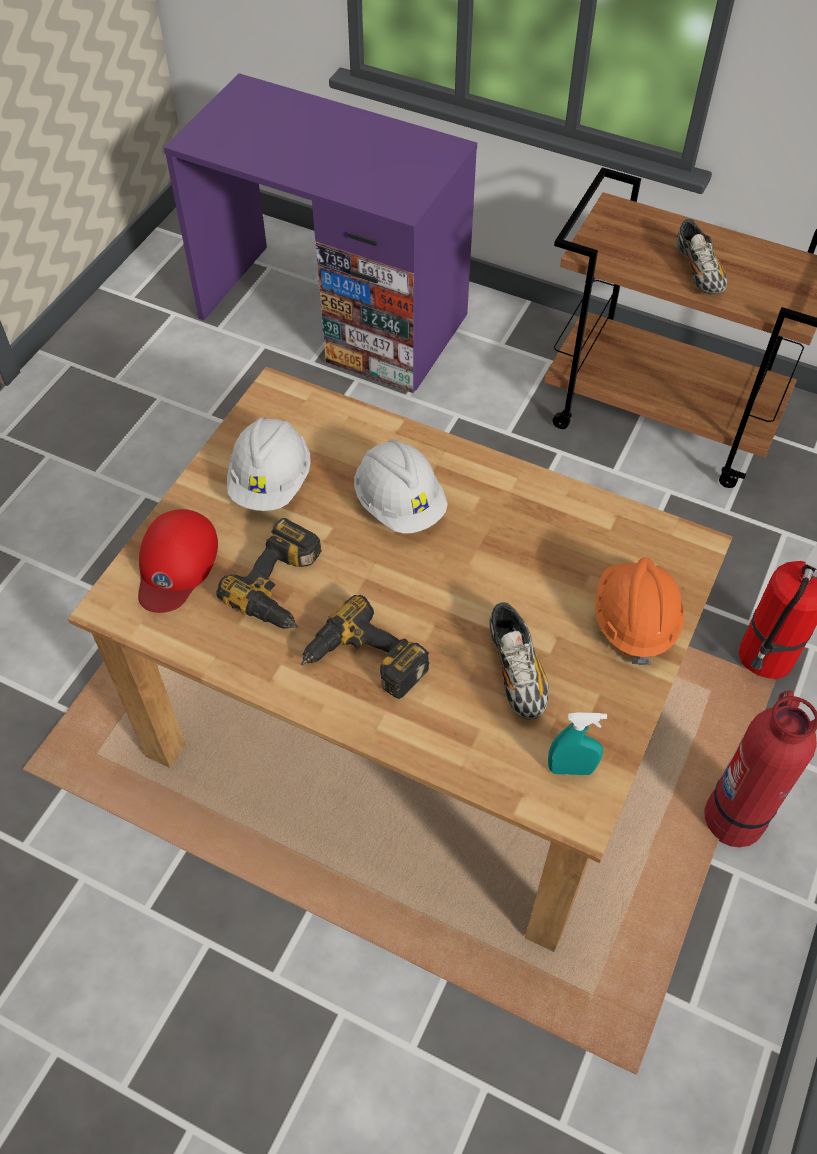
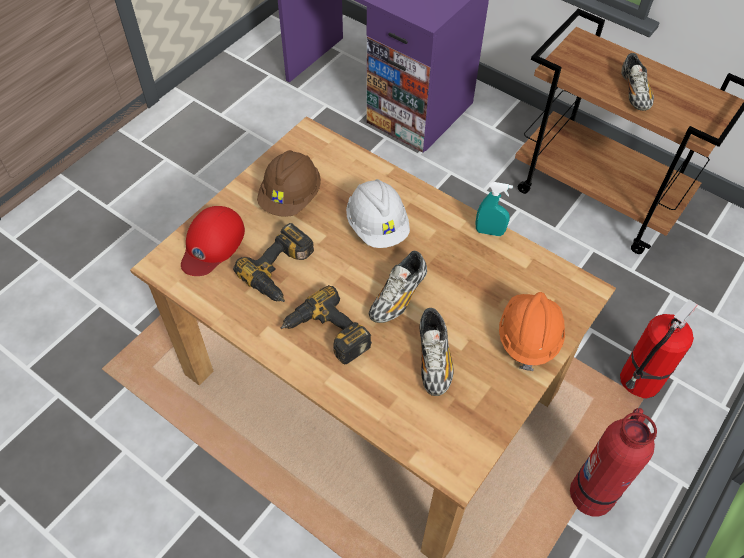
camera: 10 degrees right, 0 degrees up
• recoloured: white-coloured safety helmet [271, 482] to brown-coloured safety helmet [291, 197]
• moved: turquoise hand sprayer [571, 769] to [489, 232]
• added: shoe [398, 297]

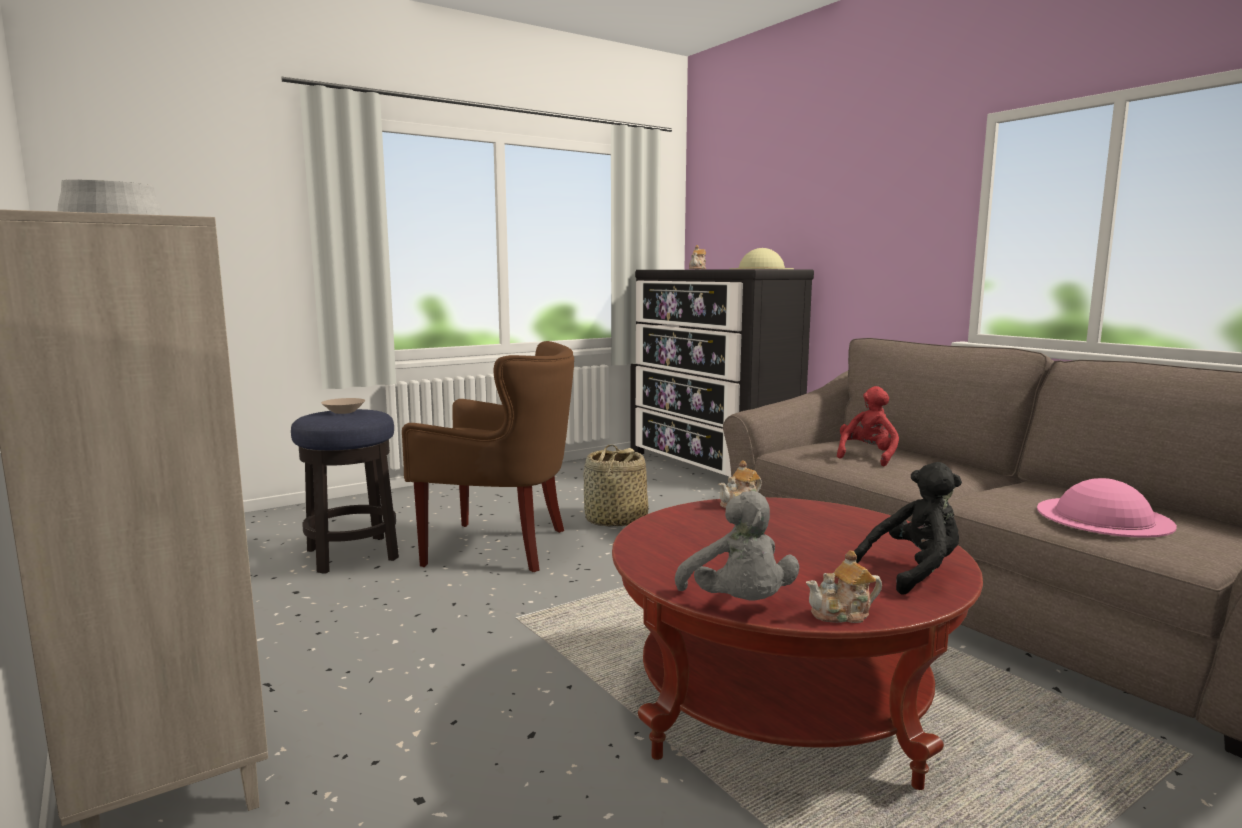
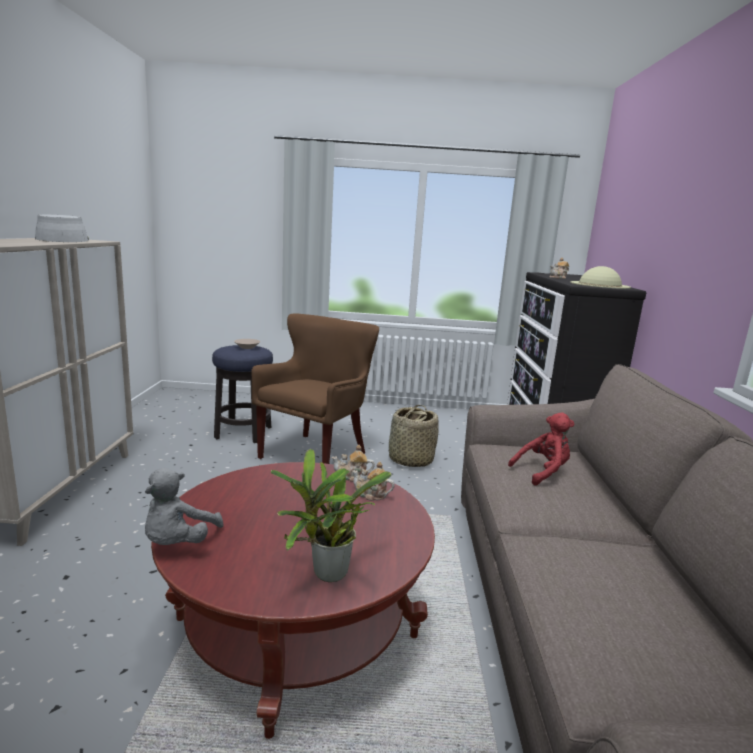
camera: 35 degrees right, 5 degrees up
• turned: brown-coloured lounge chair [500, 548] = [316, 455] 105 degrees counterclockwise
• replaced: black soft toy [913, 572] to plant in a pot [326, 576]
• removed: pinkish clothing hat [1104, 517]
• moved: pot for tea [843, 614] to [371, 494]

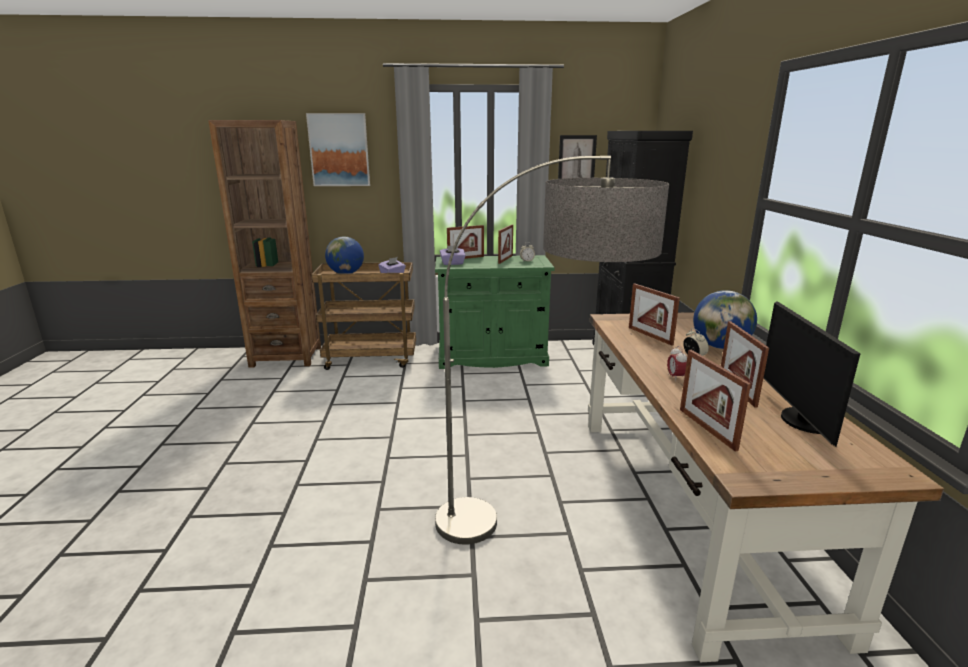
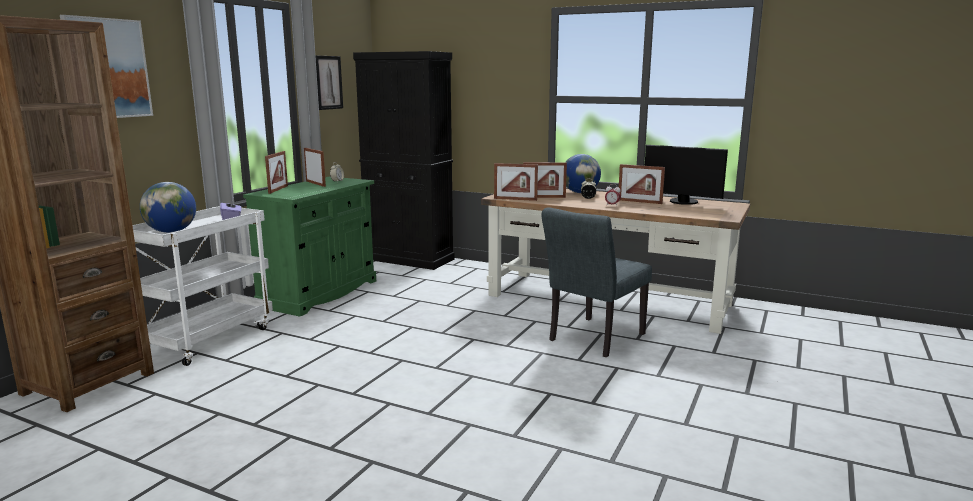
camera: 60 degrees left, 5 degrees down
• replaced: standing lamp [541, 531] to greyish chair [592, 339]
• removed: purple-coloured tissue holder [452, 263]
• recoloured: brown-coloured cart [372, 359] to white-coloured cart [209, 339]
• moved: picture frame [707, 429] to [515, 199]

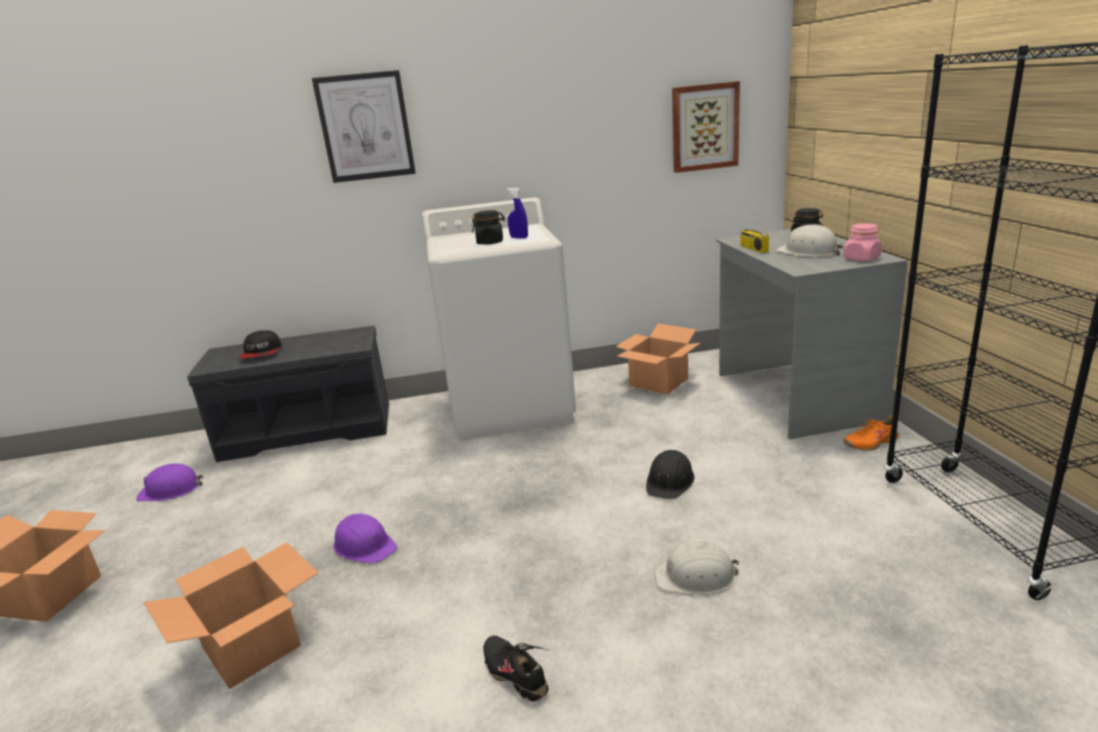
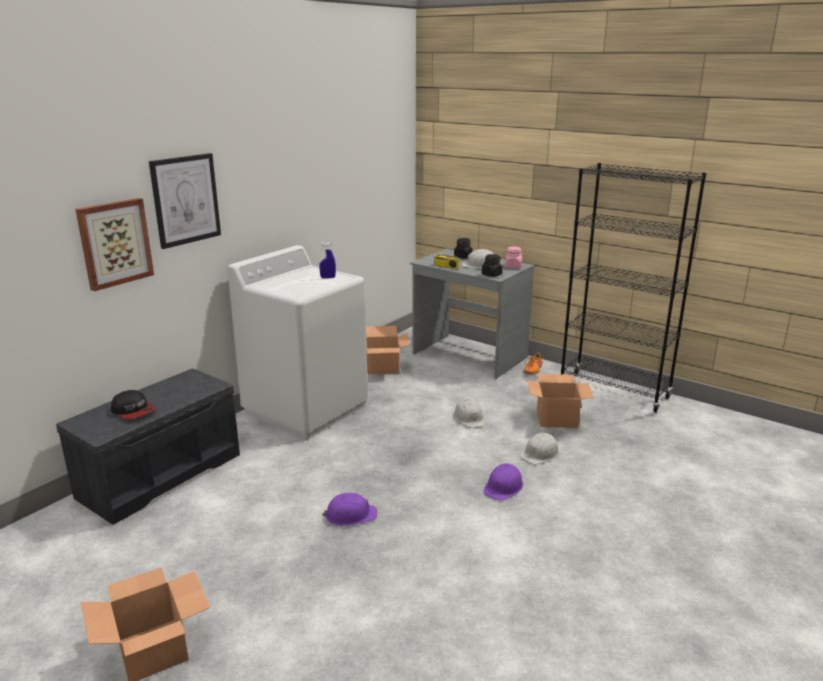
camera: 45 degrees left, 0 degrees up
• moved: wall picture [704, 127] to [115, 243]
• moved: black preserve jar [490, 242] to [491, 275]
• recoloured: black safety helmet [670, 481] to white-coloured safety helmet [469, 418]
• moved: purple-coloured safety helmet [171, 490] to [503, 487]
• moved: packing box [250, 646] to [556, 419]
• removed: black shoe [516, 673]

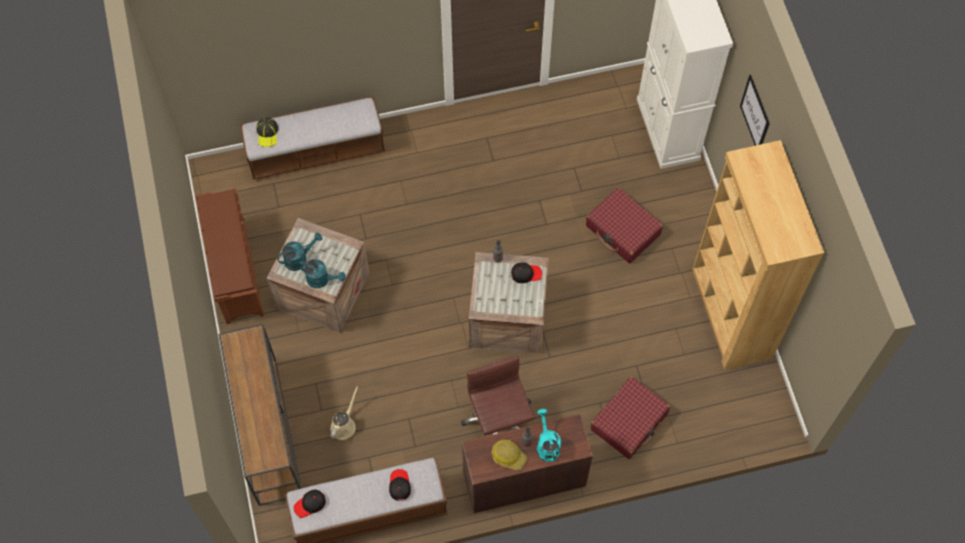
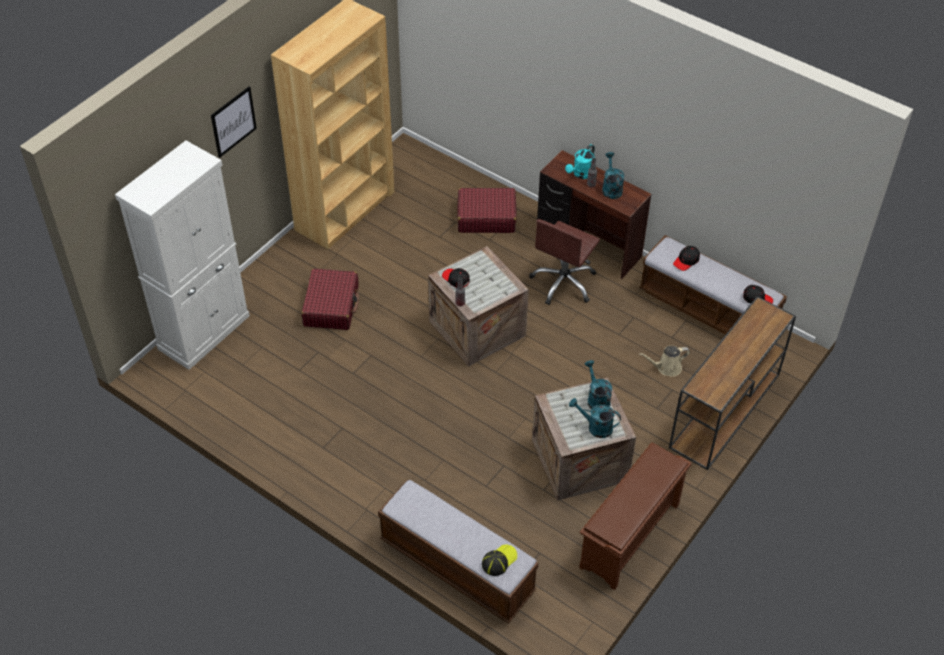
camera: 130 degrees left, 15 degrees down
• replaced: safety helmet [508, 456] to turquoise watering can [611, 188]

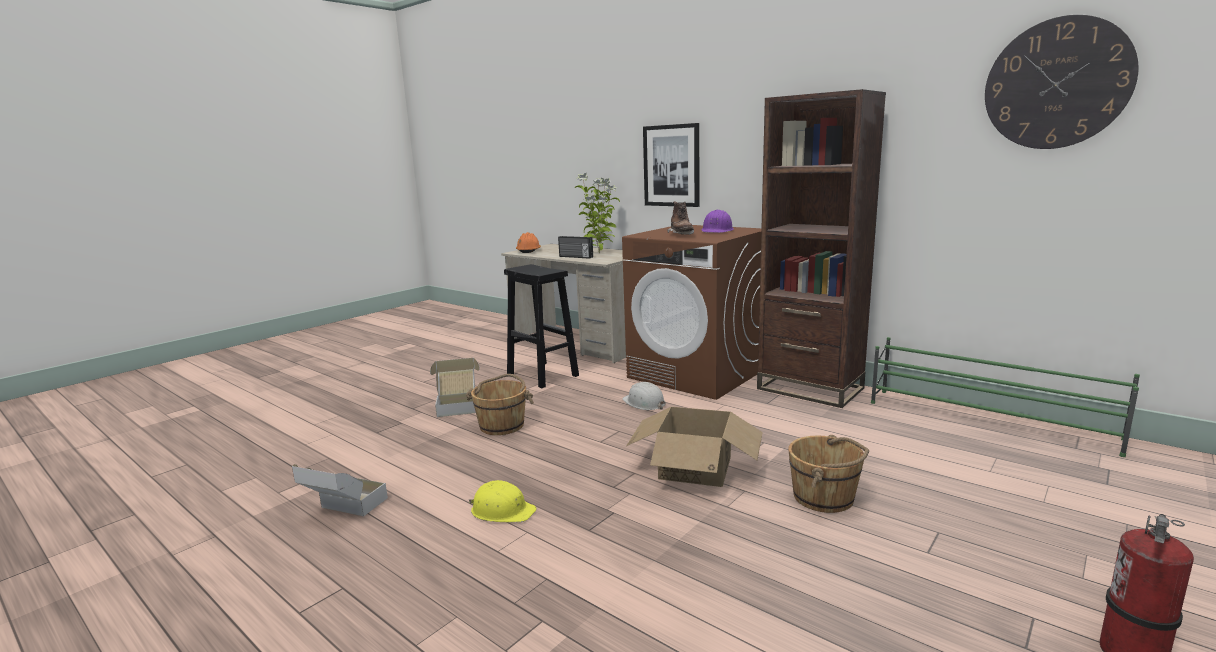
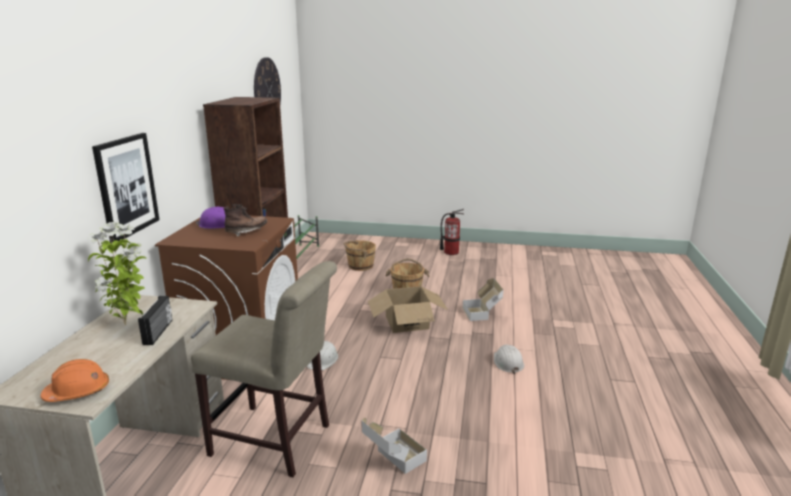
camera: 120 degrees left, 5 degrees up
• replaced: black stool seat [541, 374] to beige-coloured chair [276, 441]
• moved: brown-coloured pail [502, 425] to [360, 266]
• moved: packing box [344, 510] to [482, 313]
• recoloured: yellow safety helmet [502, 510] to white-coloured safety helmet [508, 362]

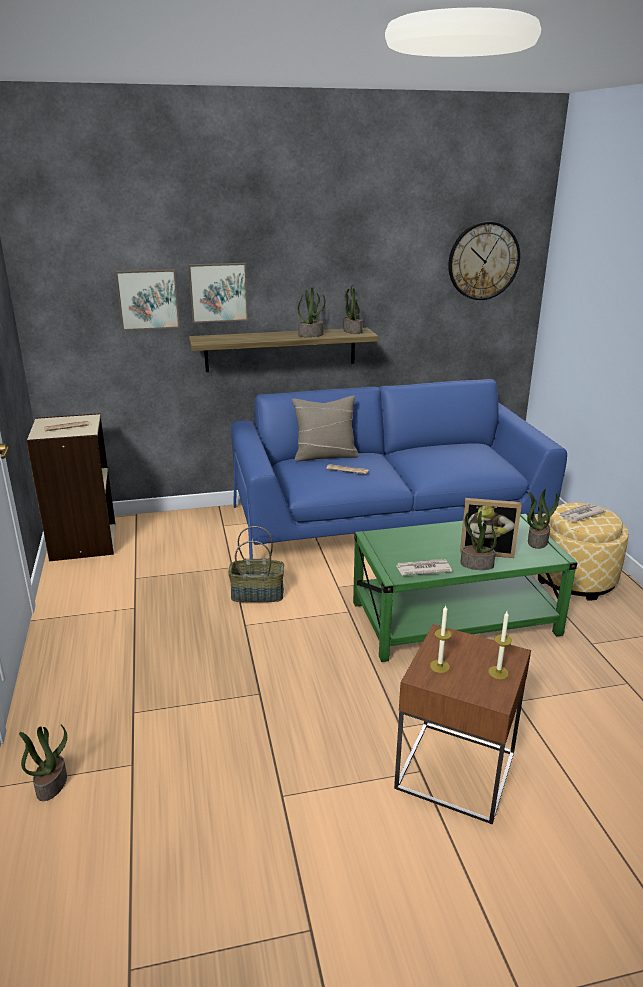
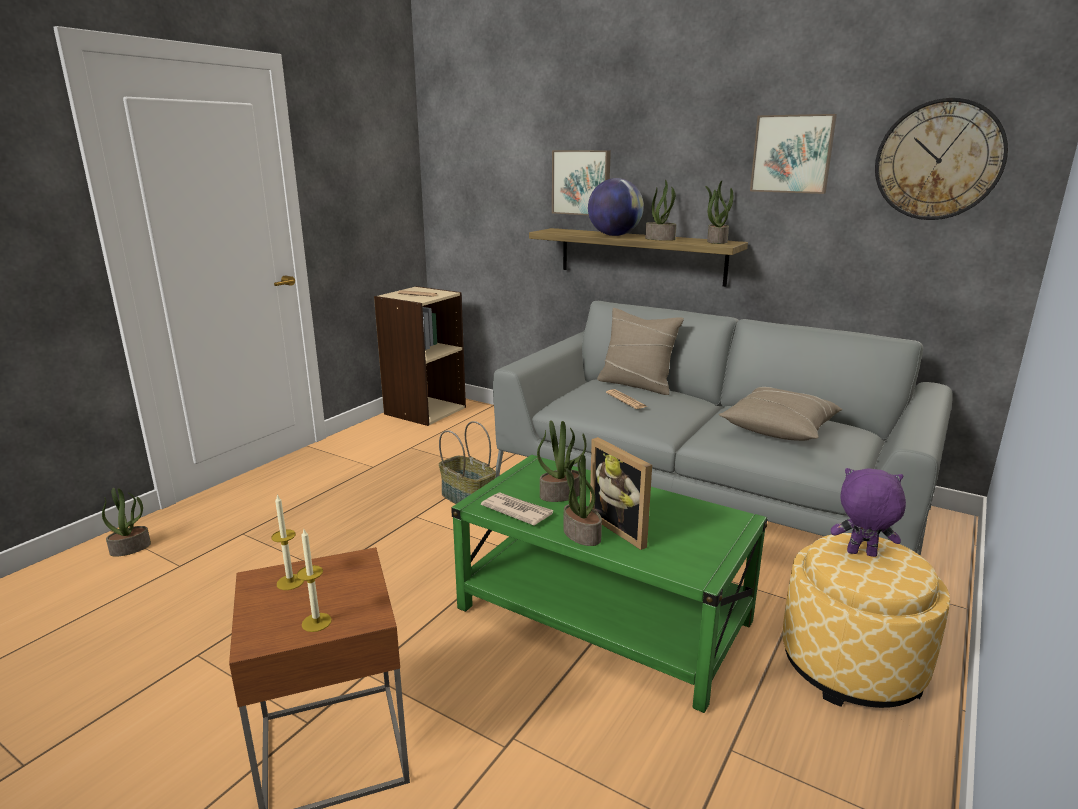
camera: 45 degrees right, 5 degrees down
• moved: wall picture [148, 299] to [792, 154]
• recoloured: blue-coloured sofa [388, 521] to greyish sofa [703, 494]
• moved: plant in a pot [537, 541] to [560, 494]
• replaced: daily paper [580, 514] to purple-coloured soft toy [861, 554]
• added: globe [614, 235]
• added: beige-coloured cushion [779, 429]

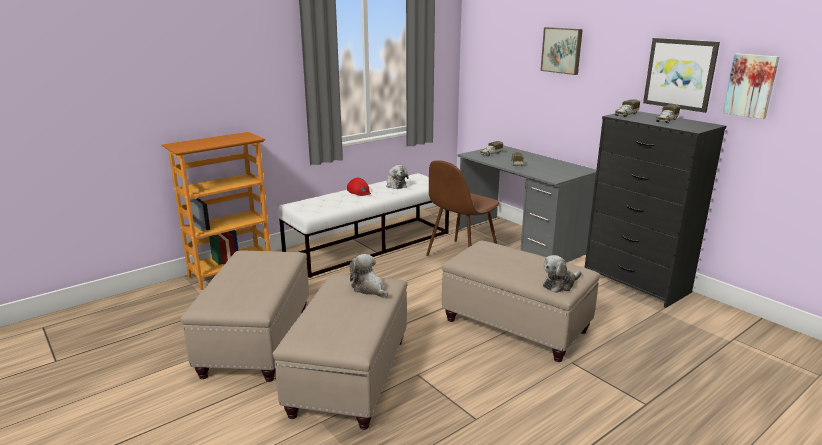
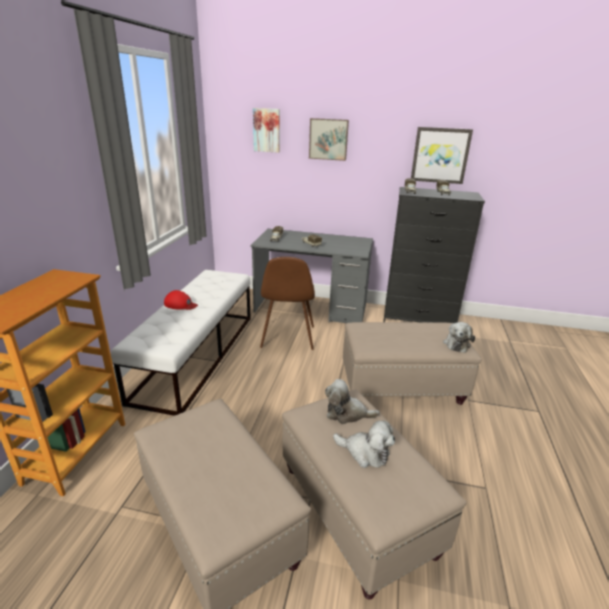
camera: 40 degrees left, 5 degrees up
• moved: wall picture [751, 85] to [267, 130]
• moved: soft toy [395, 185] to [365, 452]

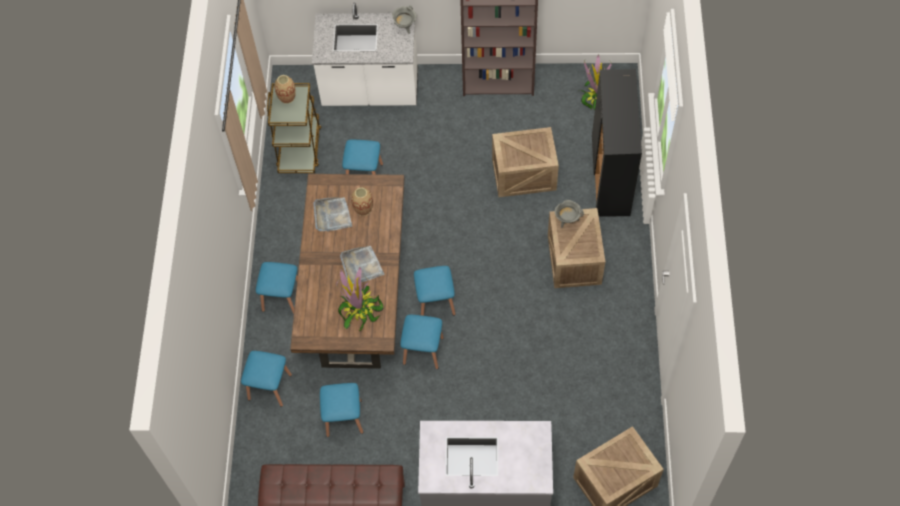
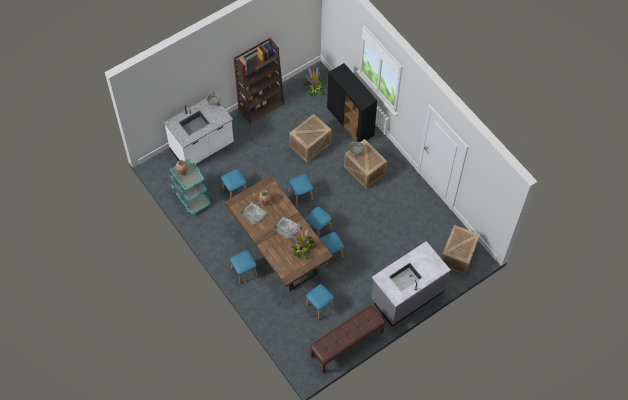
camera: 40 degrees left, 0 degrees up
• recoloured: brown-coloured cart [299, 148] to turquoise cart [191, 197]
• moved: blue-coloured stool seat [270, 387] to [300, 196]

